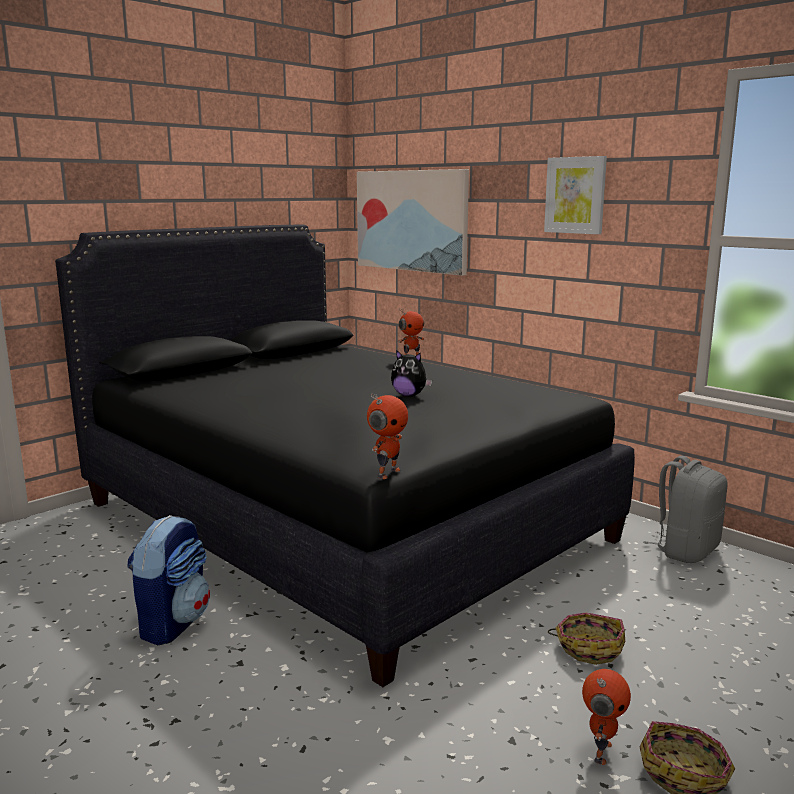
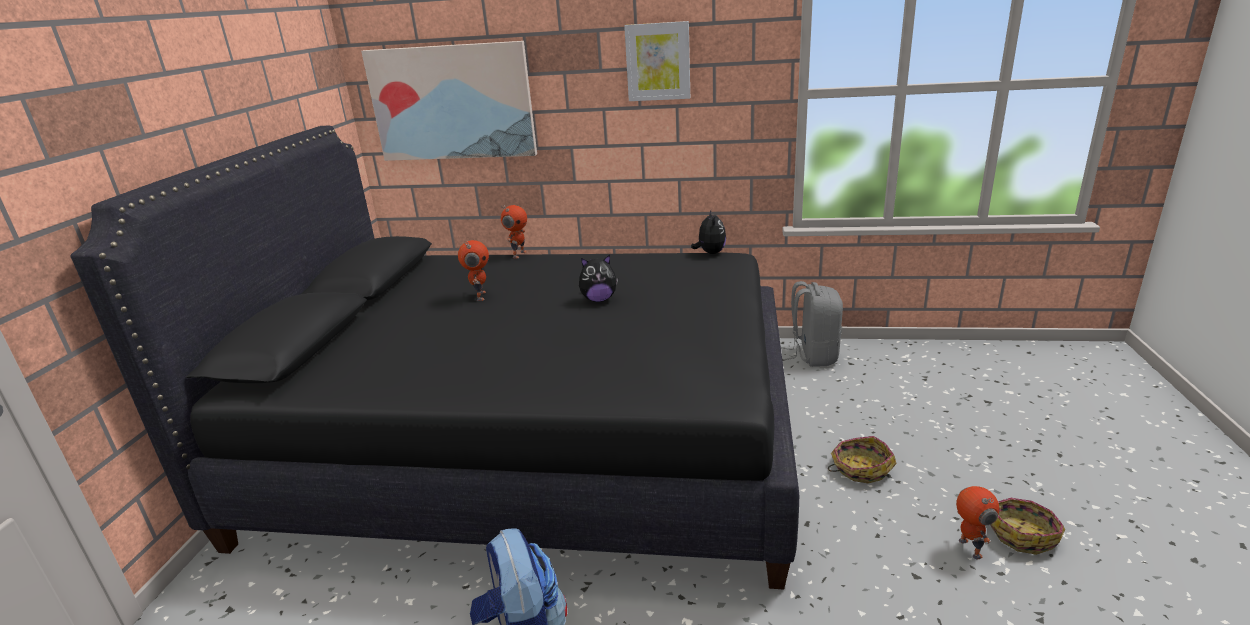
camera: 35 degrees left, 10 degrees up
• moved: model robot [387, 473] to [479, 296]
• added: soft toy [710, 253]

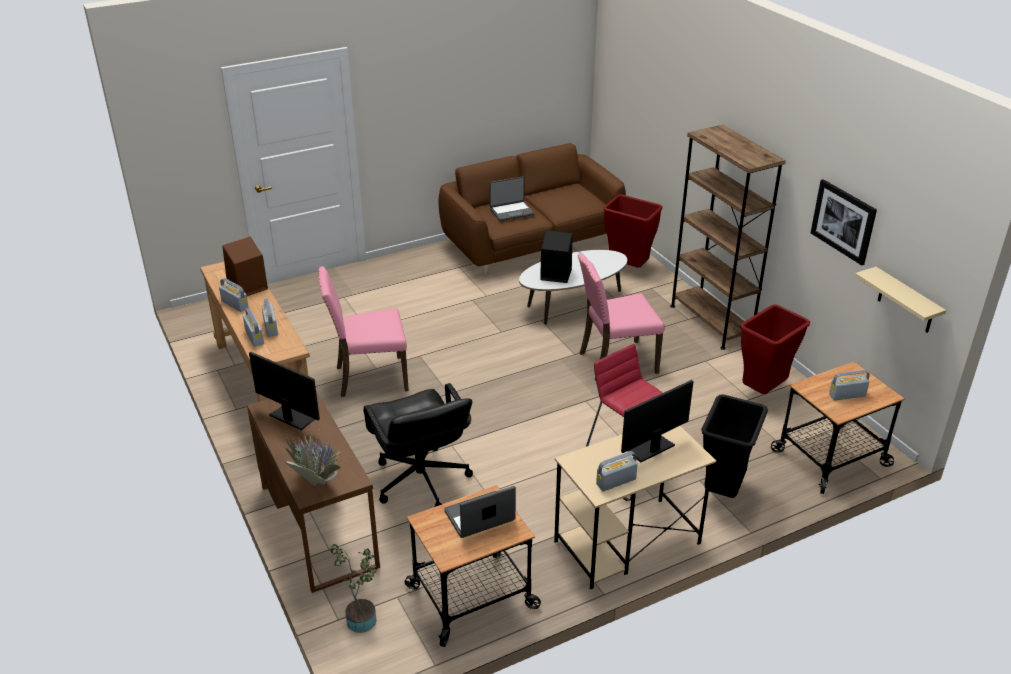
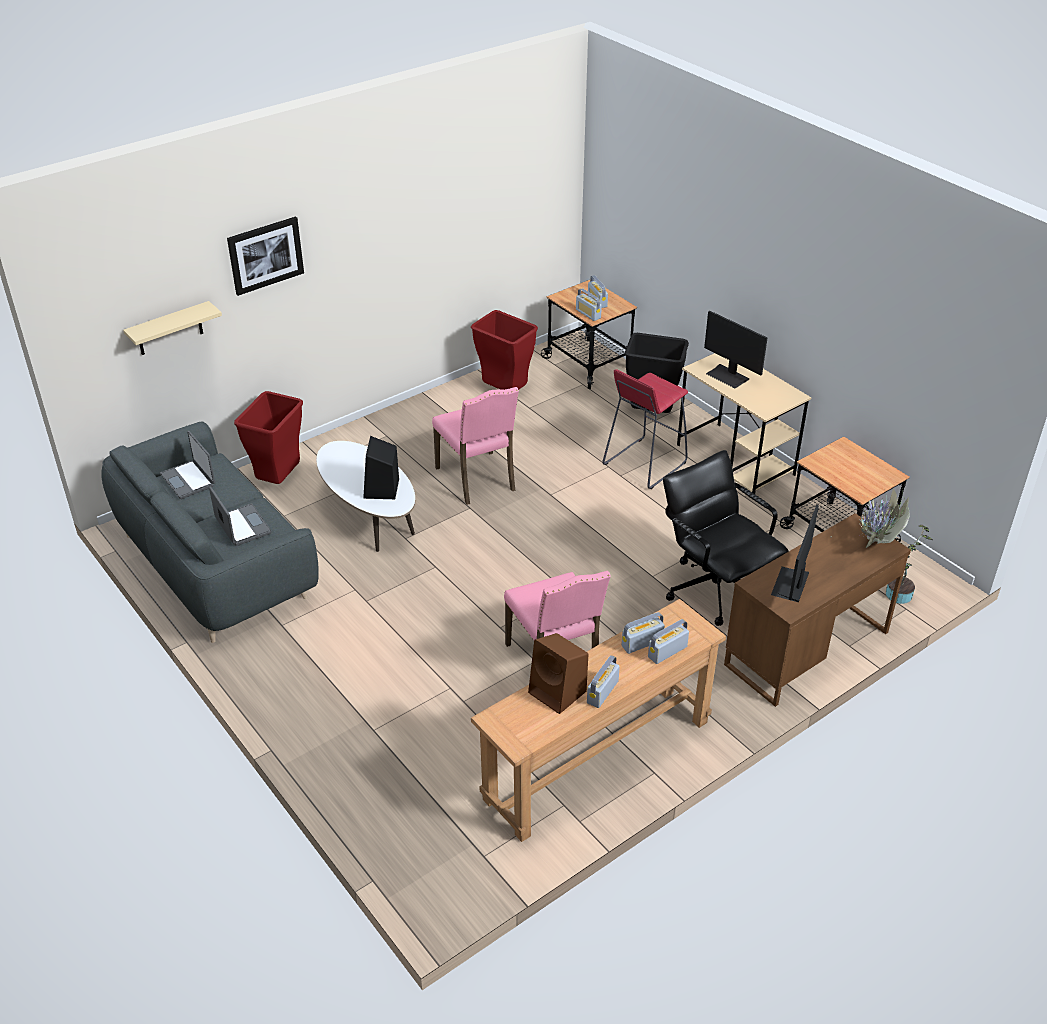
camera: 100 degrees left, 5 degrees up
• removed: brown-coloured bookshelf [711, 322]
• recoloured: brown-coloured sofa [530, 244] to greyish sofa [216, 565]
• moved: wall picture [843, 221] to [265, 255]
• moved: beige-coloured bracket shelf [906, 301] to [169, 329]
• turned: black office chair [421, 481] = [714, 588] 90 degrees counterclockwise
• moved: radio set [616, 482] to [588, 314]
• moved: laptop [480, 517] to [189, 480]

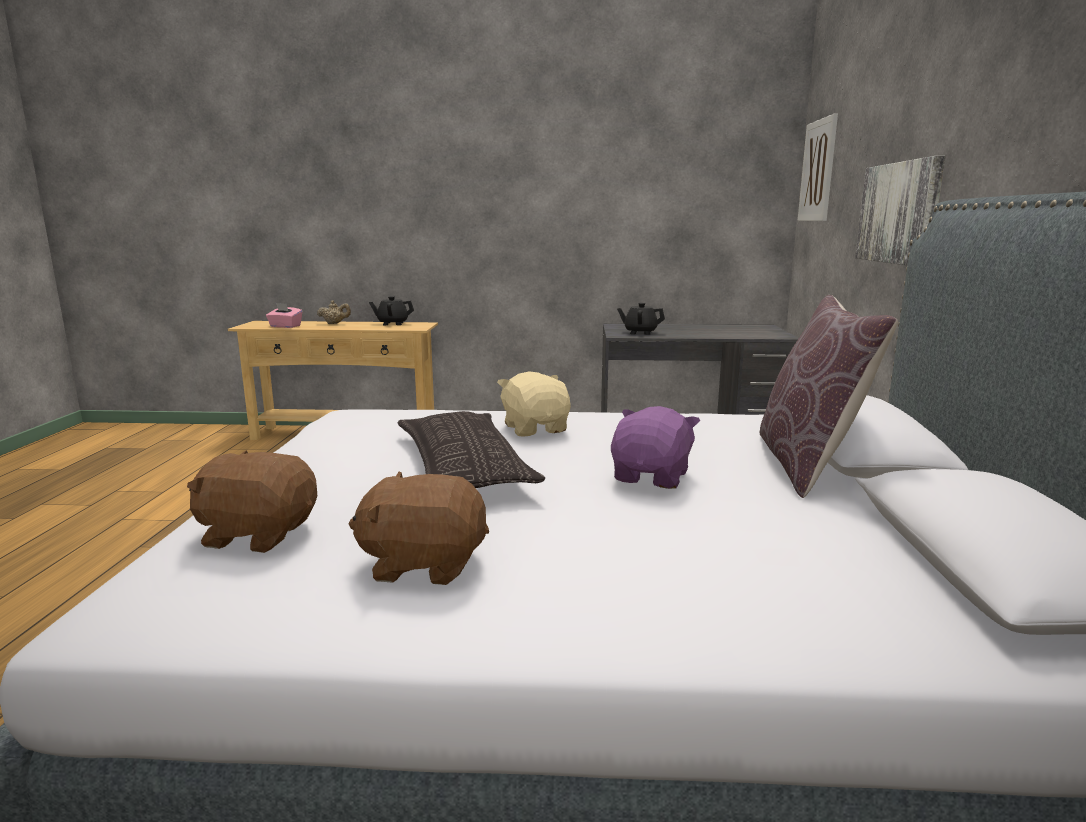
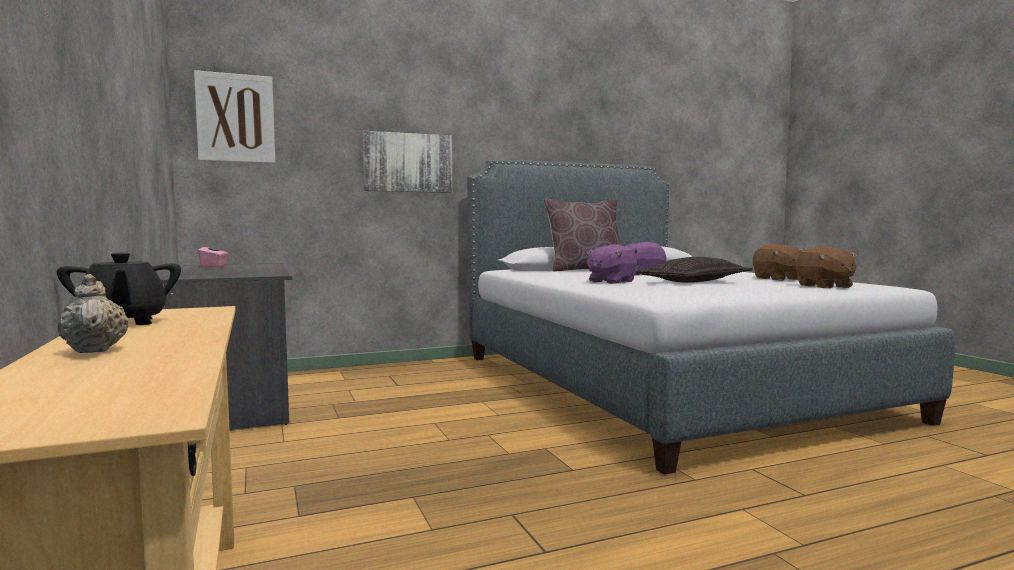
camera: 115 degrees left, 10 degrees down
• moved: pinkish tissue holder [285, 326] to [214, 267]
• removed: black pot for tea [640, 332]
• recoloured: beige-coloured soft toy [536, 428] to purple-coloured soft toy [610, 281]

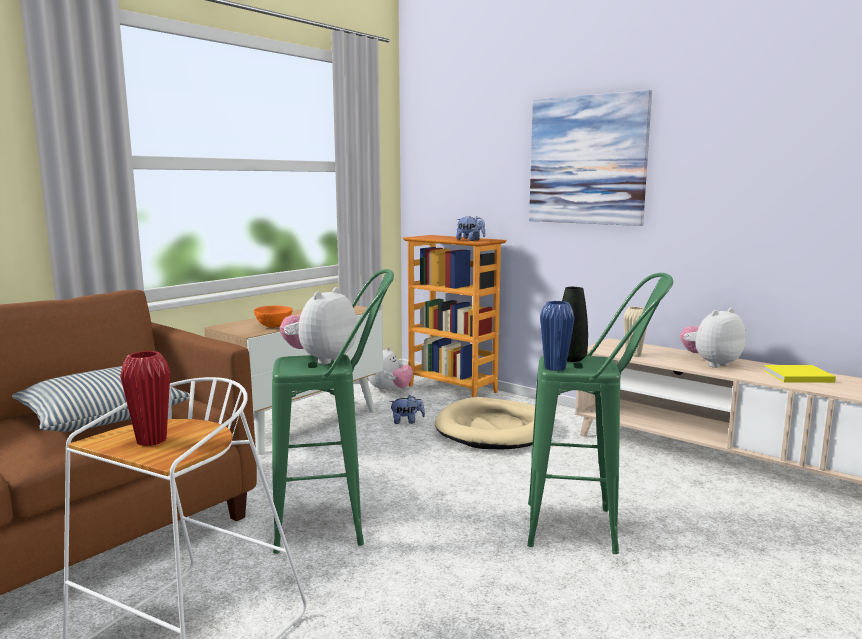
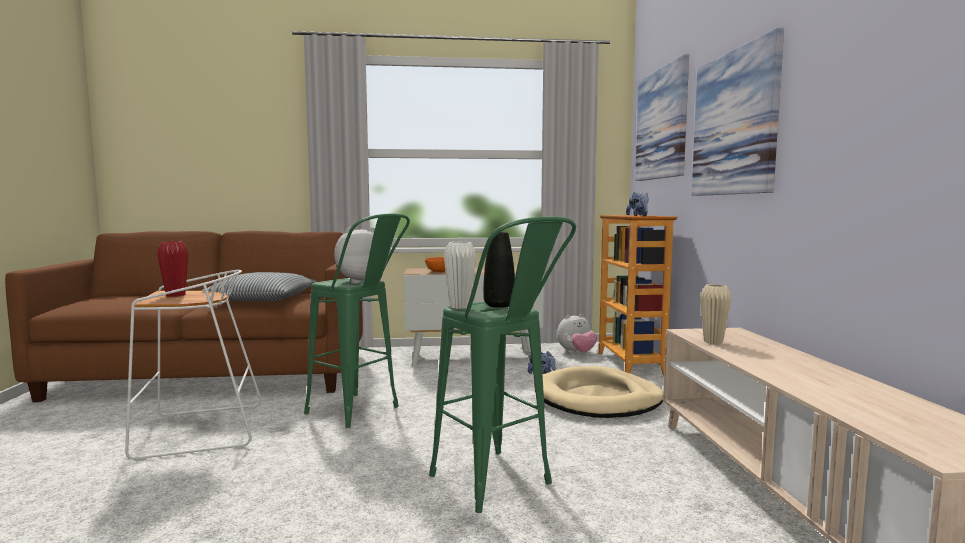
camera: 45 degrees right, 5 degrees down
• recoloured: blue-coloured flower vase [555, 368] to white-coloured flower vase [460, 307]
• removed: soft toy [711, 363]
• removed: yellow book [796, 376]
• added: wall picture [661, 124]

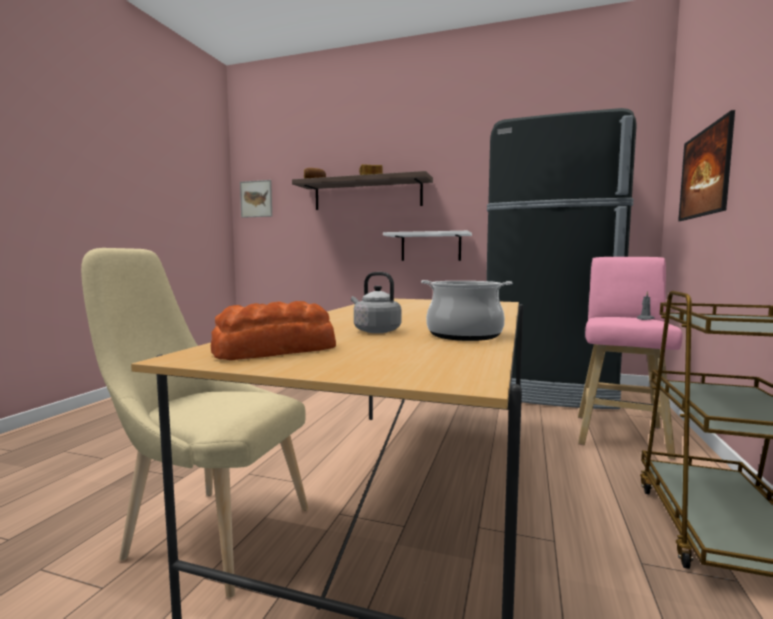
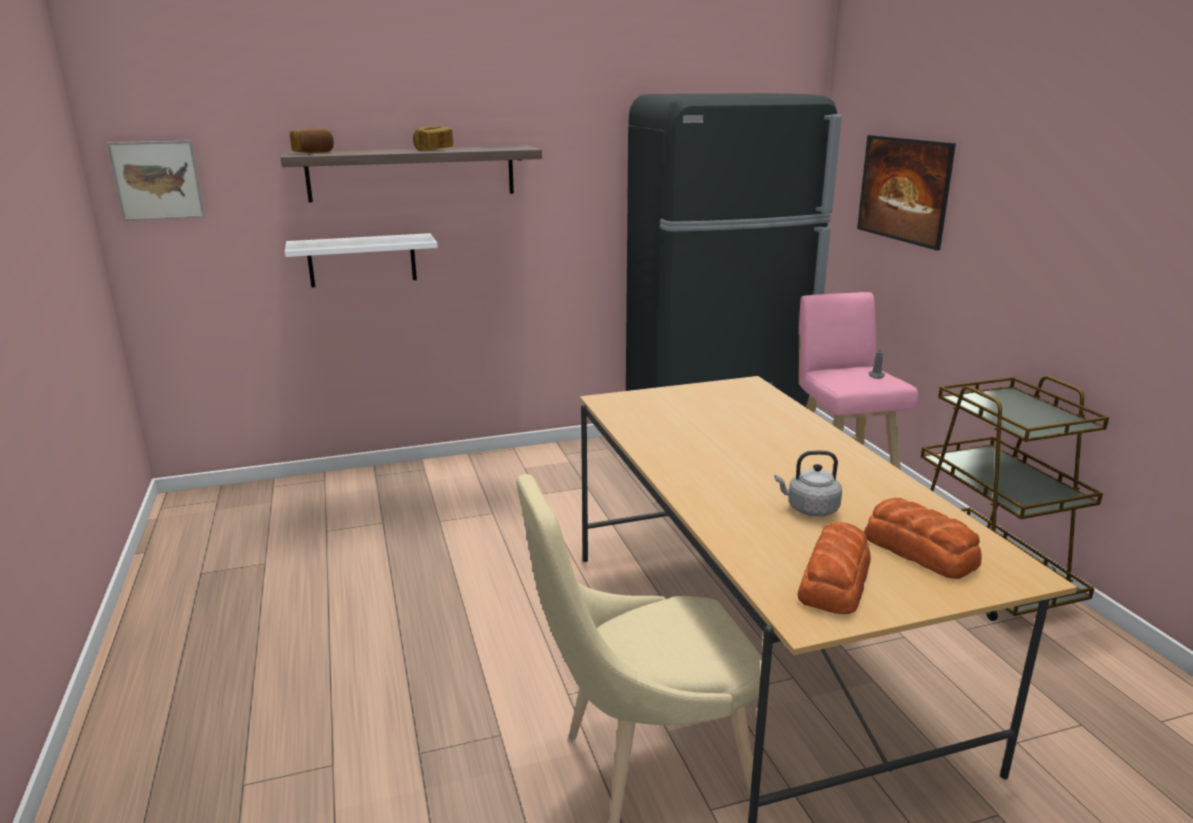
camera: 35 degrees left, 15 degrees up
• moved: white-coloured bracket shelf [430, 247] to [362, 260]
• removed: saucepot [464, 335]
• added: baked bread [919, 550]

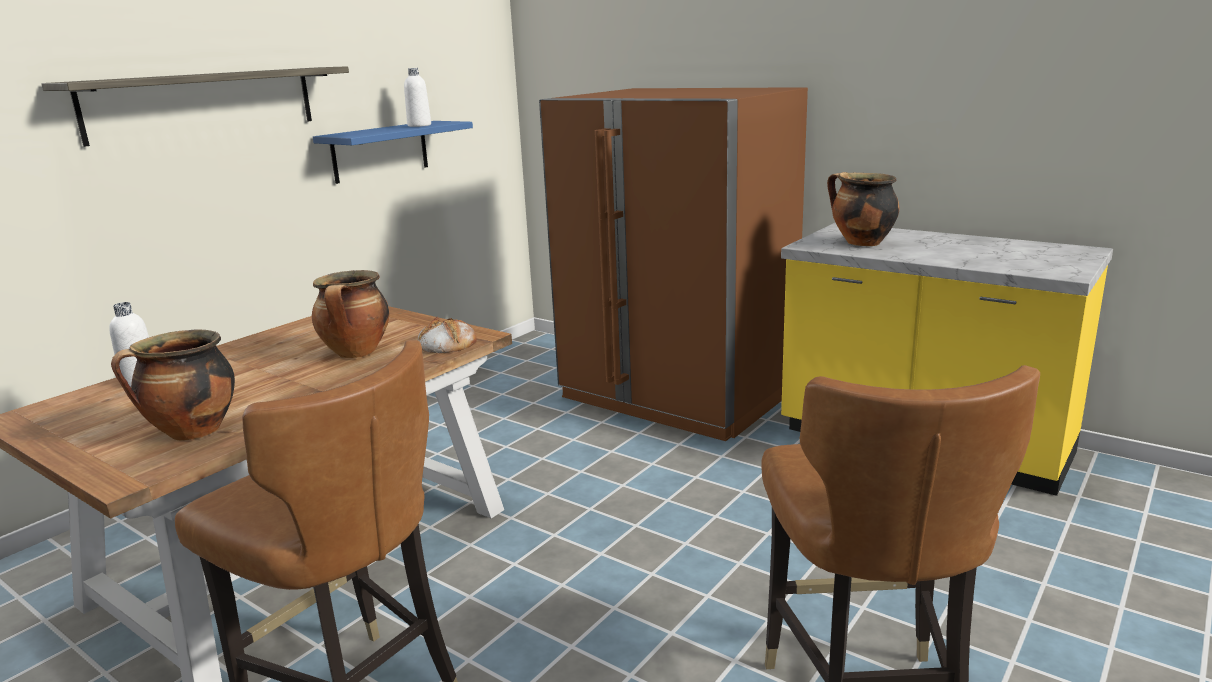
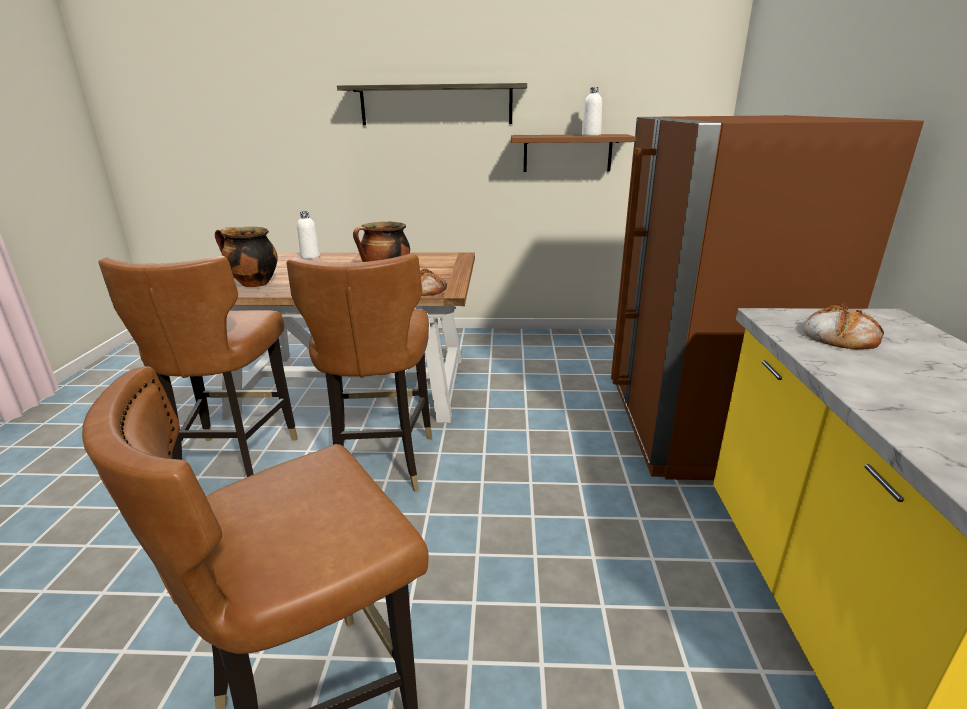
camera: 55 degrees right, 5 degrees up
• recoloured: blue-coloured bracket shelf [380, 151] to brown-coloured bracket shelf [567, 153]
• replaced: saucepot [861, 243] to baked bread [839, 335]
• added: brown-coloured chair [381, 462]

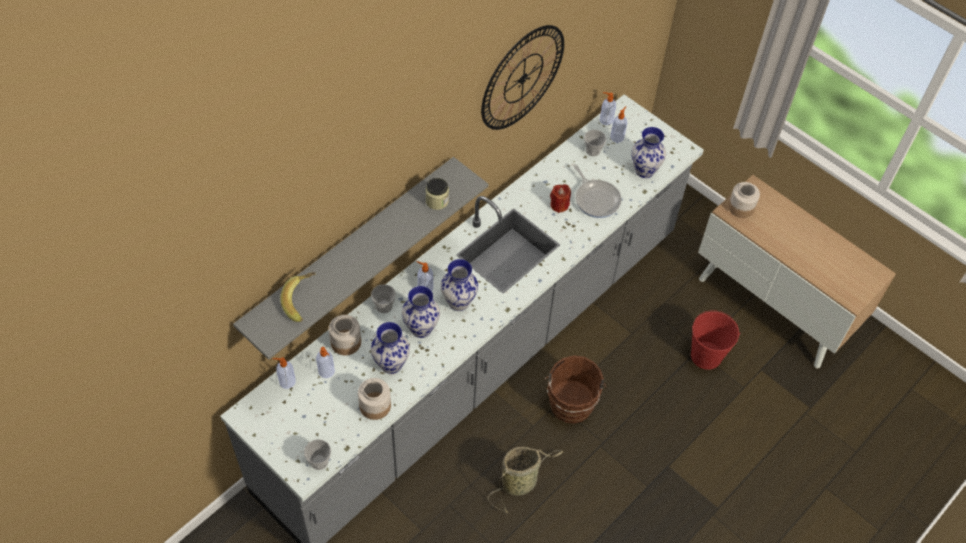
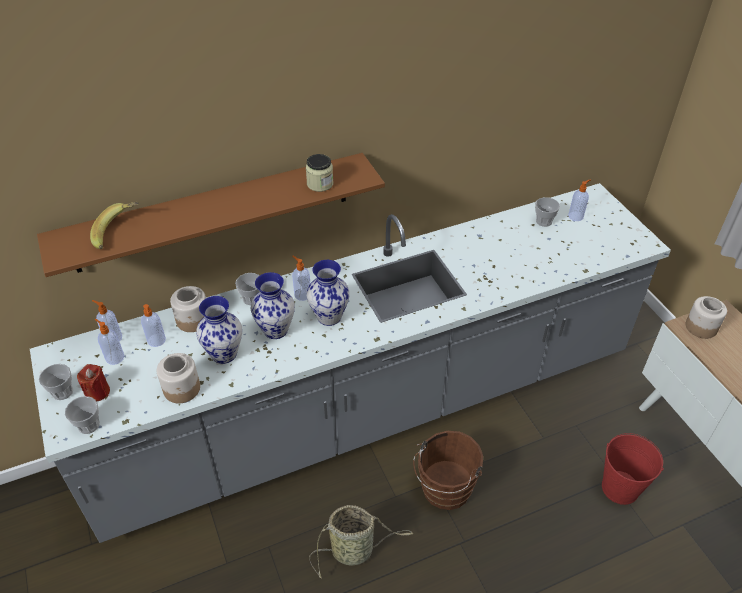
camera: 25 degrees right, 10 degrees down
• removed: wall clock [523, 78]
• moved: liquid soap bottle [605, 120] to [114, 357]
• removed: flower vase [645, 171]
• recoloured: greyish bracket shelf [350, 250] to brown-coloured bracket shelf [214, 212]
• removed: skillet [596, 199]
• moved: red wax light [559, 205] to [97, 392]
• added: small cup [62, 392]

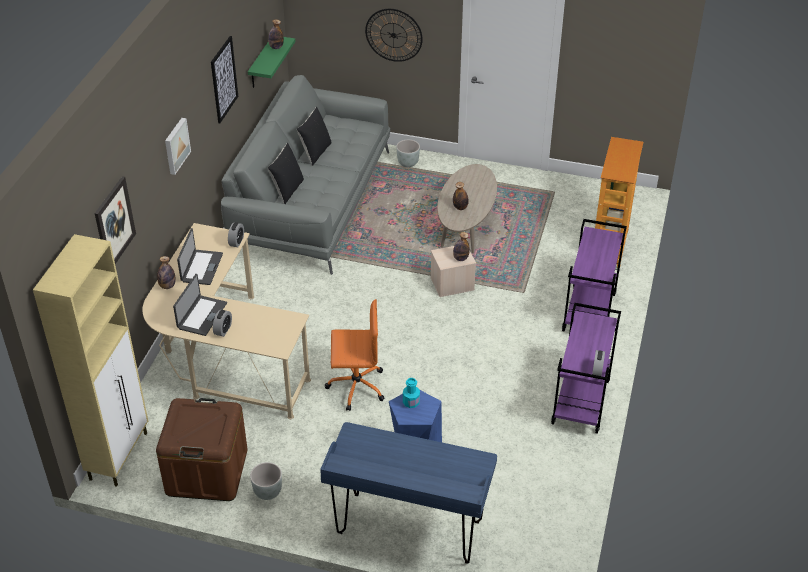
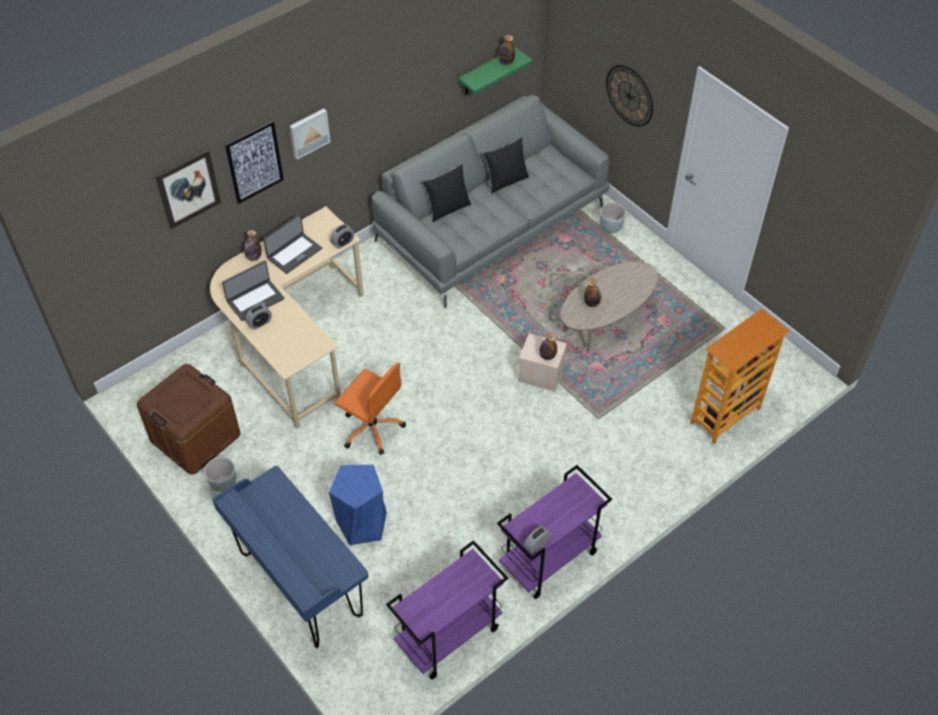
camera: 35 degrees right, 10 degrees up
• moved: wall picture [224, 79] to [254, 162]
• moved: purple-coloured cart [589, 313] to [448, 637]
• removed: beige-coloured cupboard [119, 455]
• removed: turquoise bottle [411, 402]

